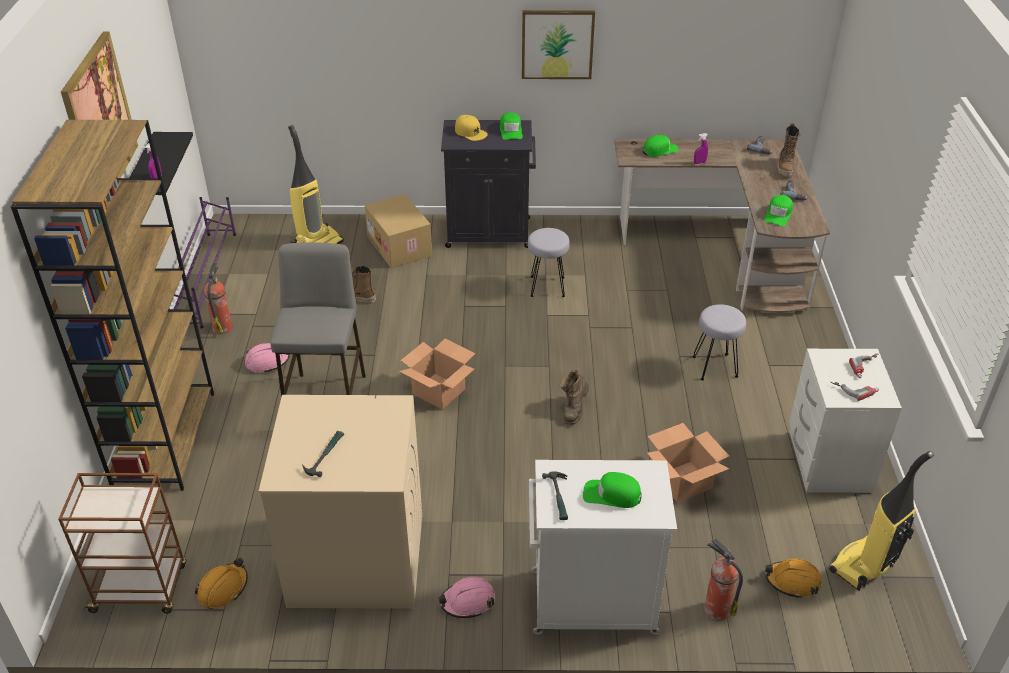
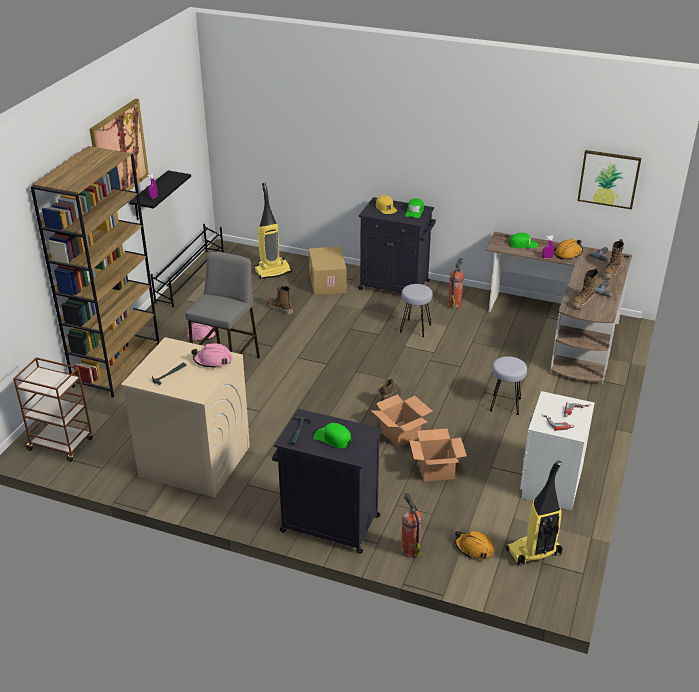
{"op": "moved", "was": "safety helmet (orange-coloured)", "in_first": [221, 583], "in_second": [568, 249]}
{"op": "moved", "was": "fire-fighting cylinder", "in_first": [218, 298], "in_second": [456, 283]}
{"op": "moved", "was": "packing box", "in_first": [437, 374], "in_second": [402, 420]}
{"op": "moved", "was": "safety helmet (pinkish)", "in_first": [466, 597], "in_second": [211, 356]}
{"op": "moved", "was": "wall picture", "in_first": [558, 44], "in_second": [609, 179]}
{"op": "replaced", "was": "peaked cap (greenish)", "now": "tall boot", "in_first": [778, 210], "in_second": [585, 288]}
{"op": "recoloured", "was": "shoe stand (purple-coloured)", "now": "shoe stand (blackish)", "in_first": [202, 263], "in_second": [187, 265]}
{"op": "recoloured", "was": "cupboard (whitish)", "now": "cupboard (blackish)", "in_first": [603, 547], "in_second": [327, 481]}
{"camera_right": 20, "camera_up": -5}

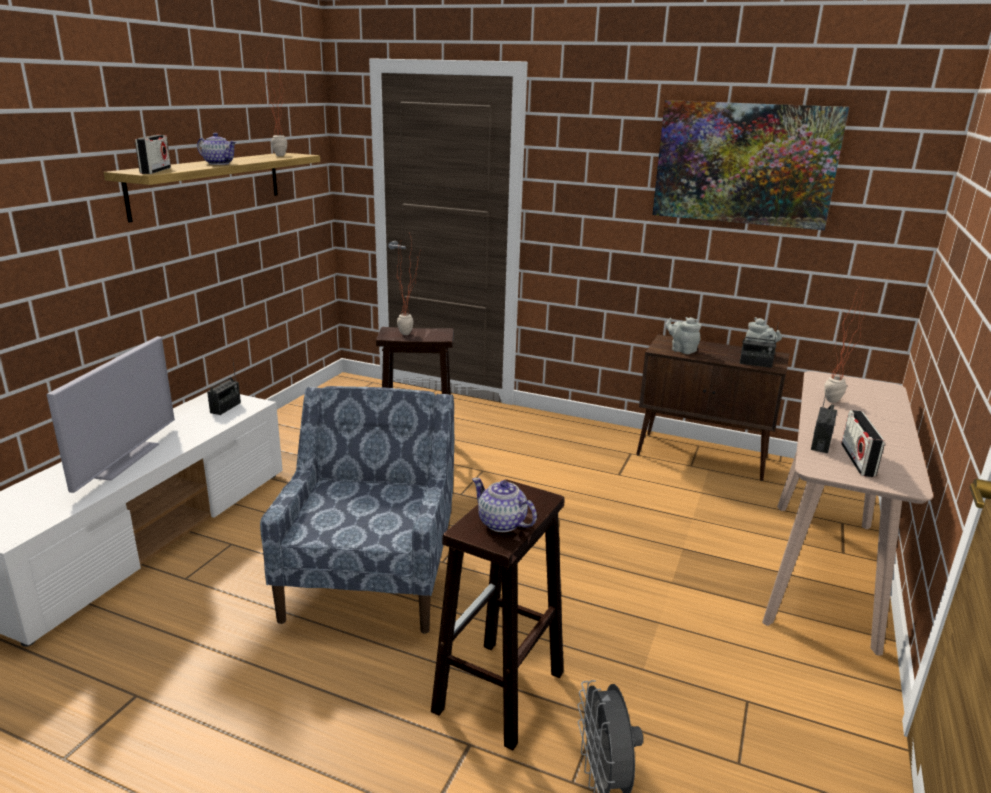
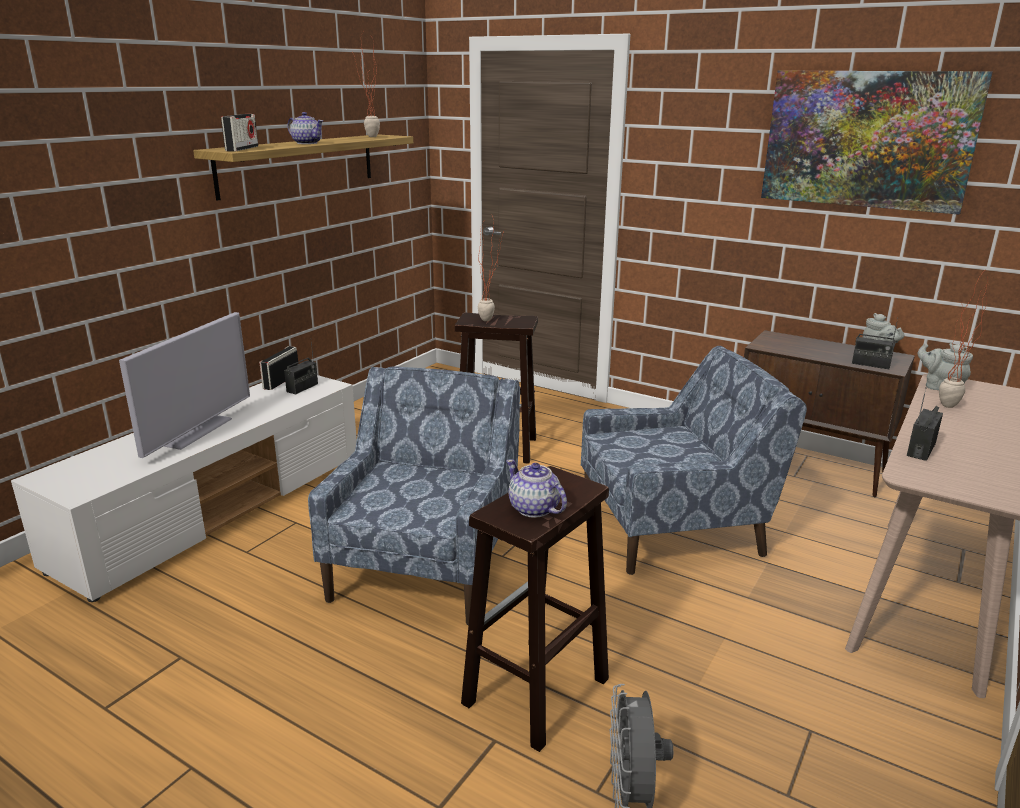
{"op": "added", "now": "armchair (bluish)", "in_second": [694, 460]}
{"op": "moved", "was": "teapot (greyish)", "in_first": [683, 335], "in_second": [945, 366]}
{"op": "moved", "was": "radio", "in_first": [863, 443], "in_second": [278, 368]}
{"camera_right": 10, "camera_up": 0}

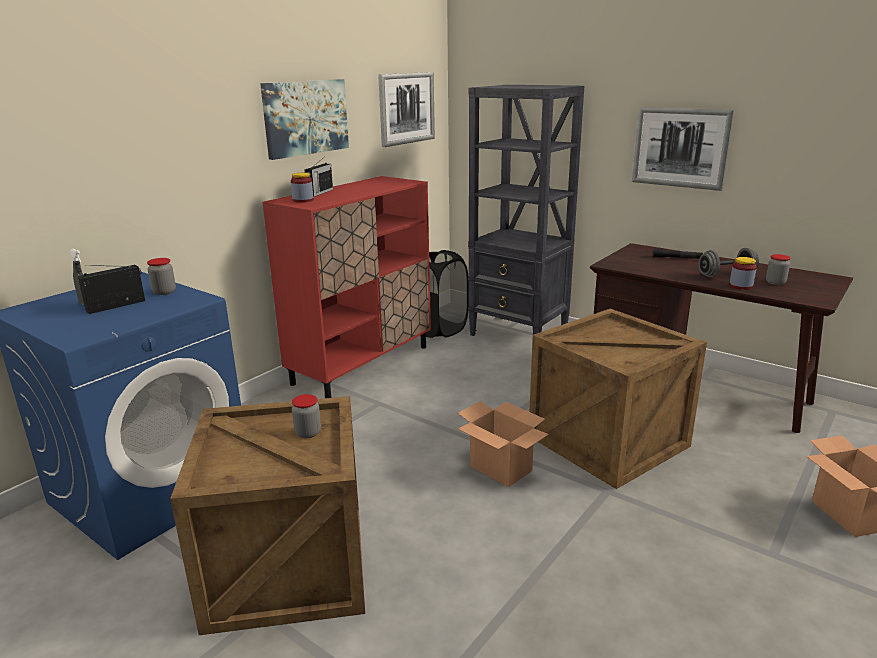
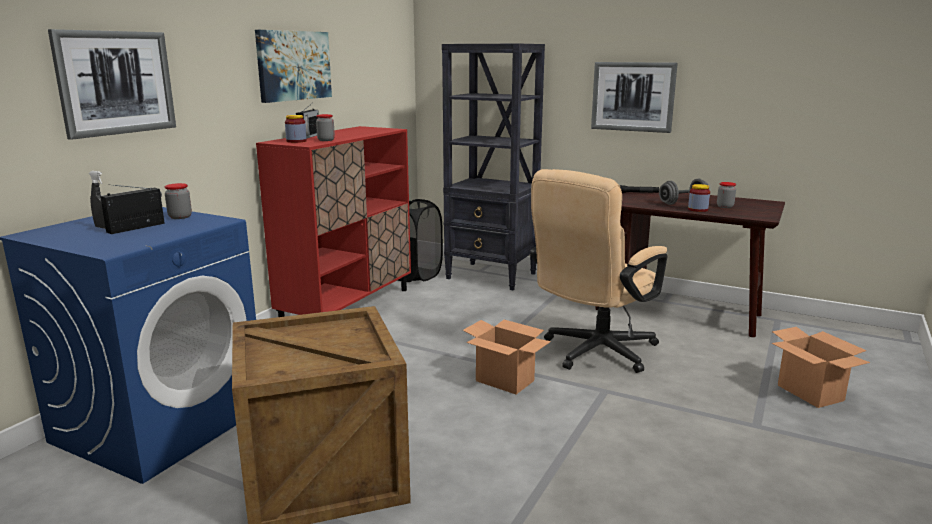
{"op": "moved", "was": "preserve jar", "in_first": [306, 416], "in_second": [325, 127]}
{"op": "moved", "was": "wall picture", "in_first": [406, 109], "in_second": [112, 84]}
{"op": "replaced", "was": "packing crate", "now": "office chair (sand-coloured)", "in_first": [618, 399], "in_second": [598, 271]}
{"camera_right": -10, "camera_up": -5}

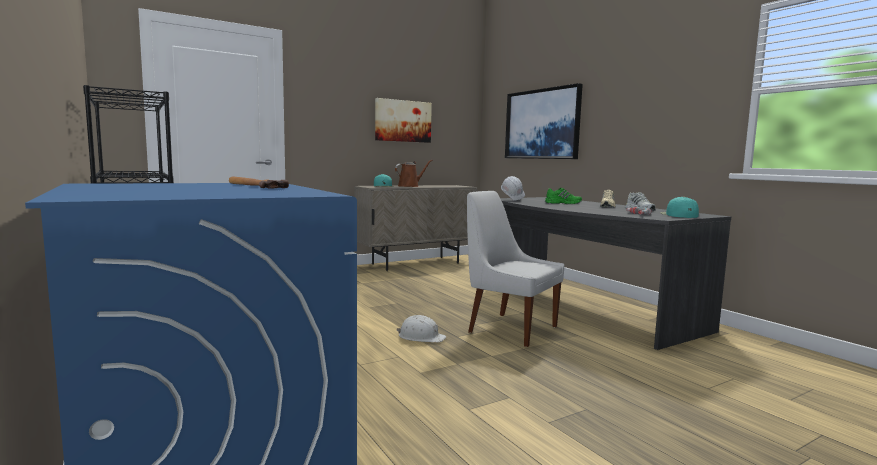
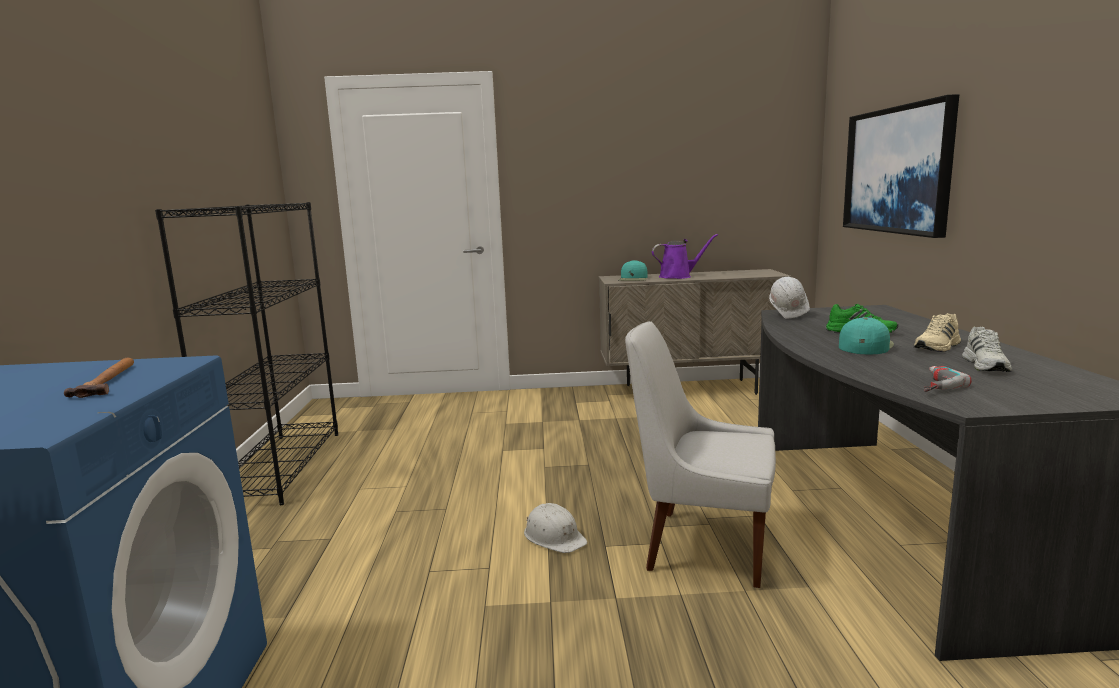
{"op": "removed", "was": "wall picture", "in_first": [403, 120]}
{"op": "moved", "was": "peaked cap (turquoise)", "in_first": [679, 207], "in_second": [866, 335]}
{"op": "recoloured", "was": "watering pot (brownish)", "now": "watering pot (purple-coloured)", "in_first": [413, 173], "in_second": [685, 256]}
{"op": "turned", "was": "chair (whitish)", "in_first": [516, 269], "in_second": [700, 454], "clockwise": -45}
{"camera_right": 30, "camera_up": 5}

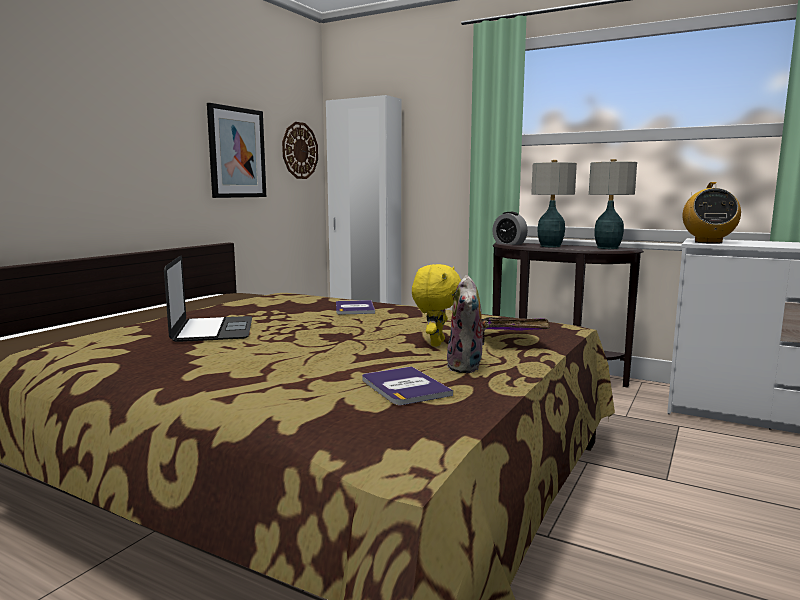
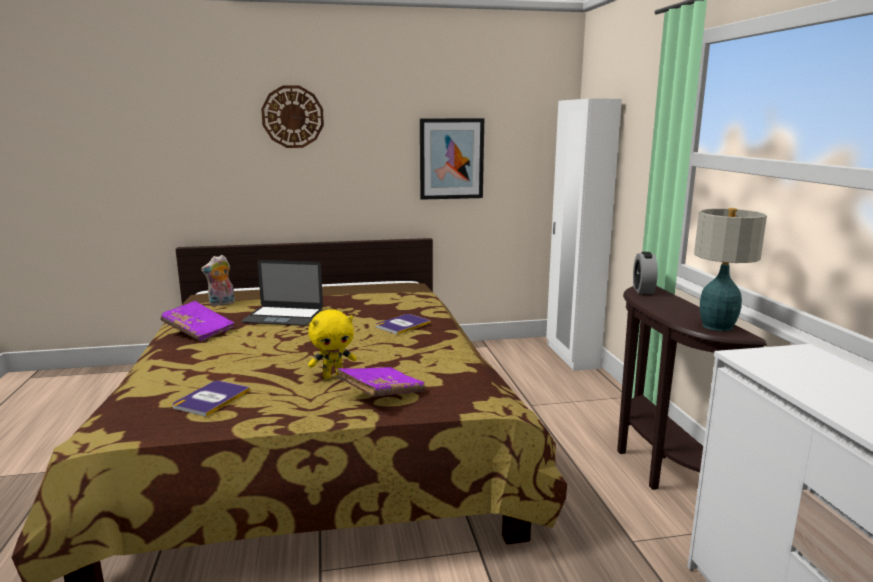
{"op": "removed", "was": "lamp for a table", "in_first": [554, 203]}
{"op": "removed", "was": "radio", "in_first": [711, 213]}
{"op": "added", "now": "bound book (purple-coloured)", "in_second": [197, 321]}
{"op": "moved", "was": "wall clock", "in_first": [300, 150], "in_second": [292, 116]}
{"op": "moved", "was": "plush toy", "in_first": [468, 324], "in_second": [218, 280]}
{"op": "turned", "was": "notebook computer", "in_first": [208, 298], "in_second": [282, 293], "clockwise": 60}
{"camera_right": 50, "camera_up": 5}

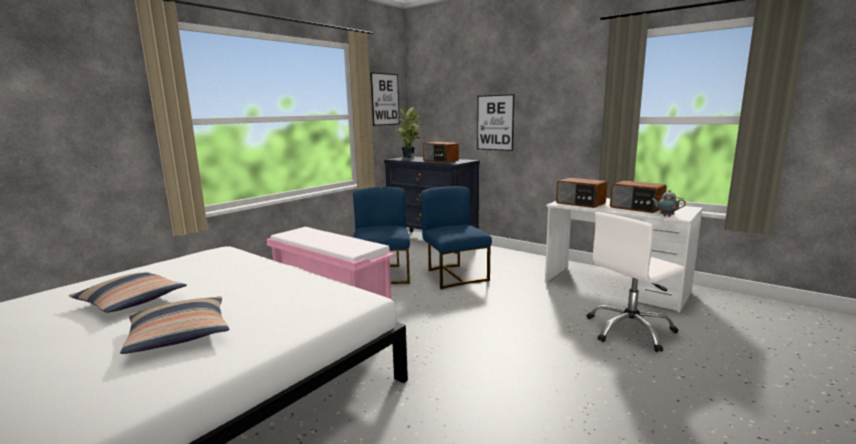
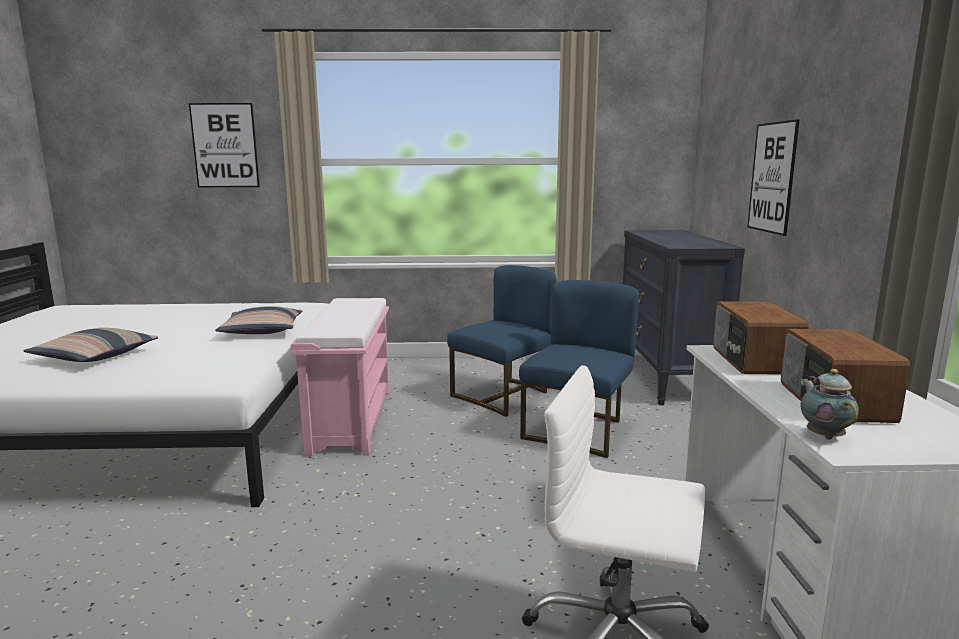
{"op": "removed", "was": "plant in a pot", "in_first": [409, 133]}
{"op": "removed", "was": "radio", "in_first": [441, 152]}
{"op": "moved", "was": "throw pillow", "in_first": [128, 292], "in_second": [259, 320]}
{"op": "moved", "was": "wall picture", "in_first": [385, 99], "in_second": [224, 145]}
{"camera_right": 50, "camera_up": 0}

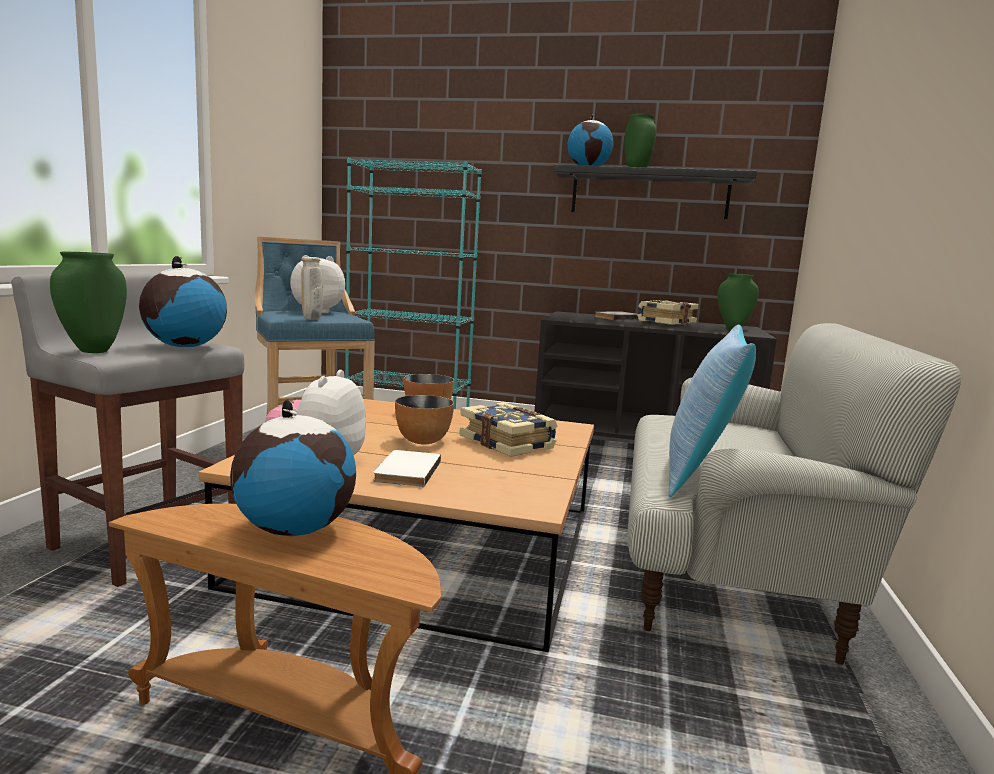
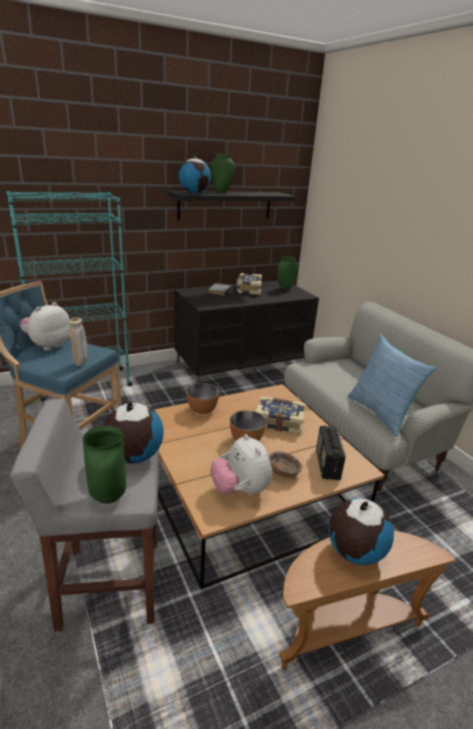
{"op": "added", "now": "radio", "in_second": [331, 453]}
{"op": "replaced", "was": "bound book (whitish)", "now": "bowl (brownish)", "in_first": [407, 468], "in_second": [285, 465]}
{"camera_right": -40, "camera_up": 15}

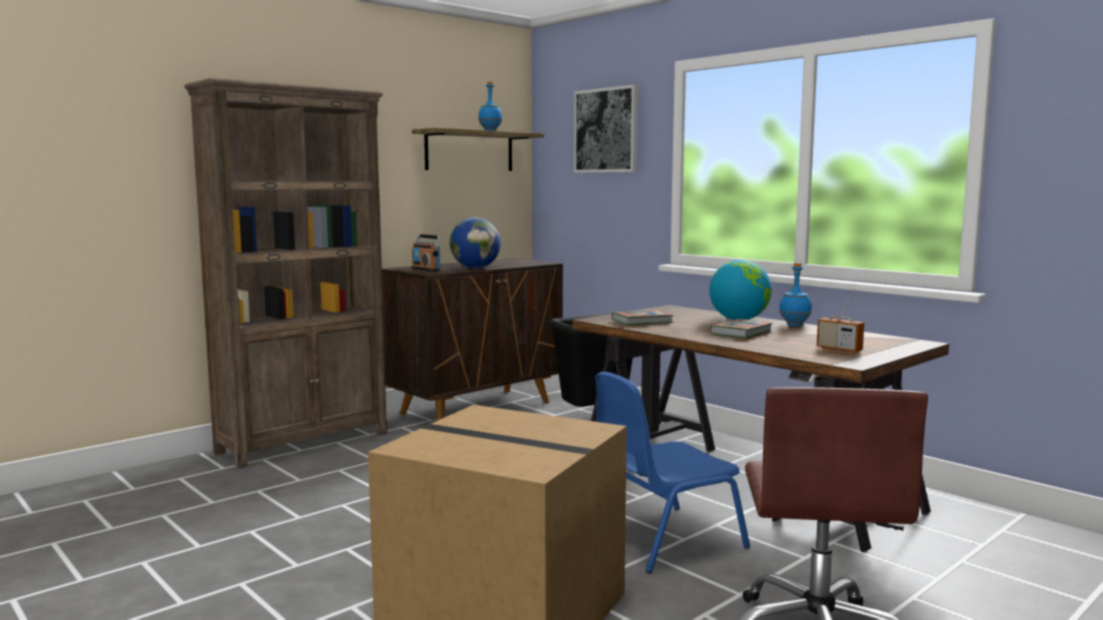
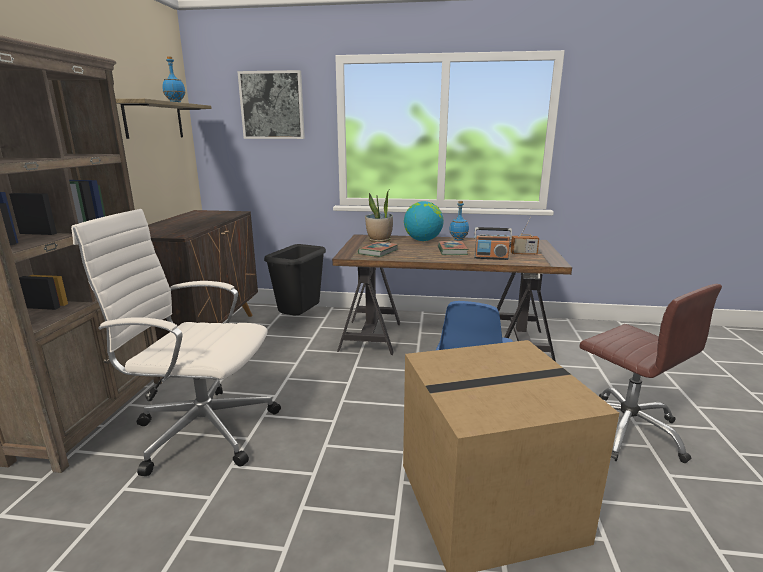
{"op": "removed", "was": "desk globe", "in_first": [475, 243]}
{"op": "added", "now": "office chair (whitish)", "in_second": [176, 342]}
{"op": "added", "now": "plant in a pot", "in_second": [379, 216]}
{"op": "moved", "was": "radio", "in_first": [427, 252], "in_second": [493, 243]}
{"camera_right": -40, "camera_up": 10}

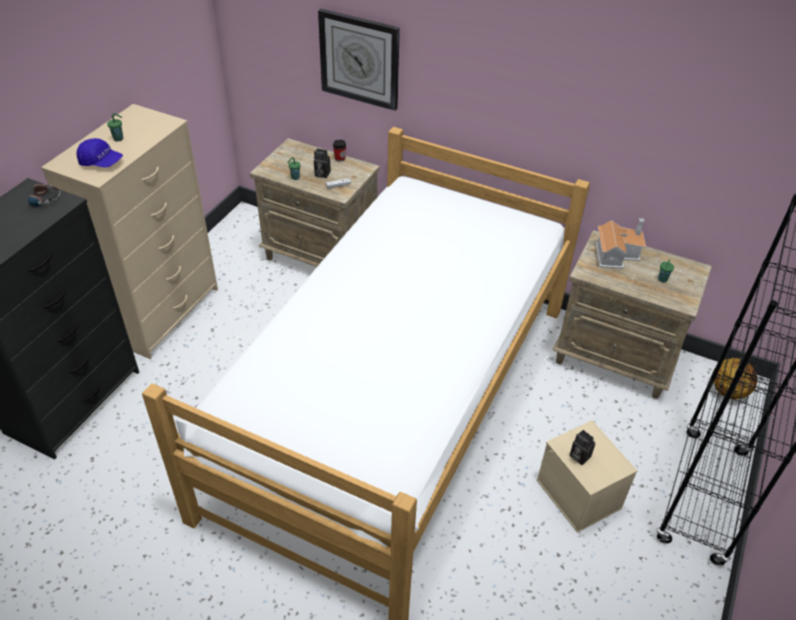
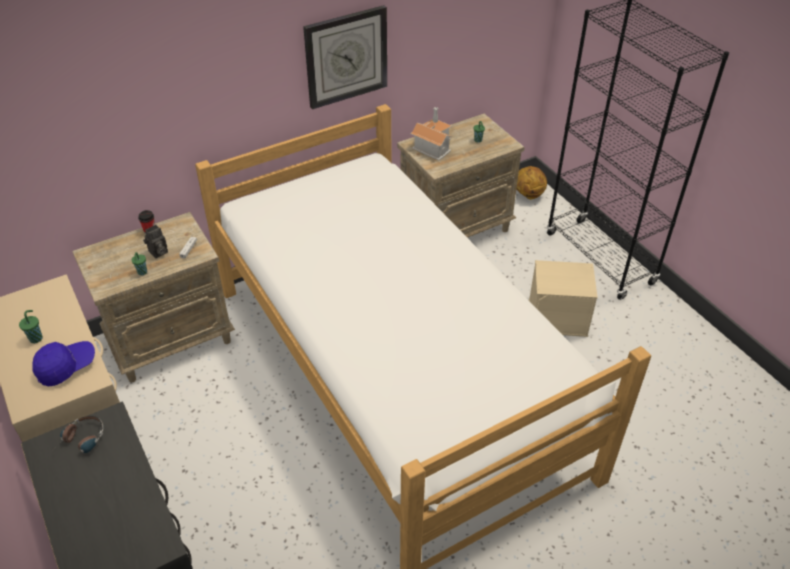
{"op": "removed", "was": "photo camera", "in_first": [582, 447]}
{"op": "moved", "was": "wall clock", "in_first": [359, 60], "in_second": [345, 57]}
{"camera_right": -55, "camera_up": 0}

